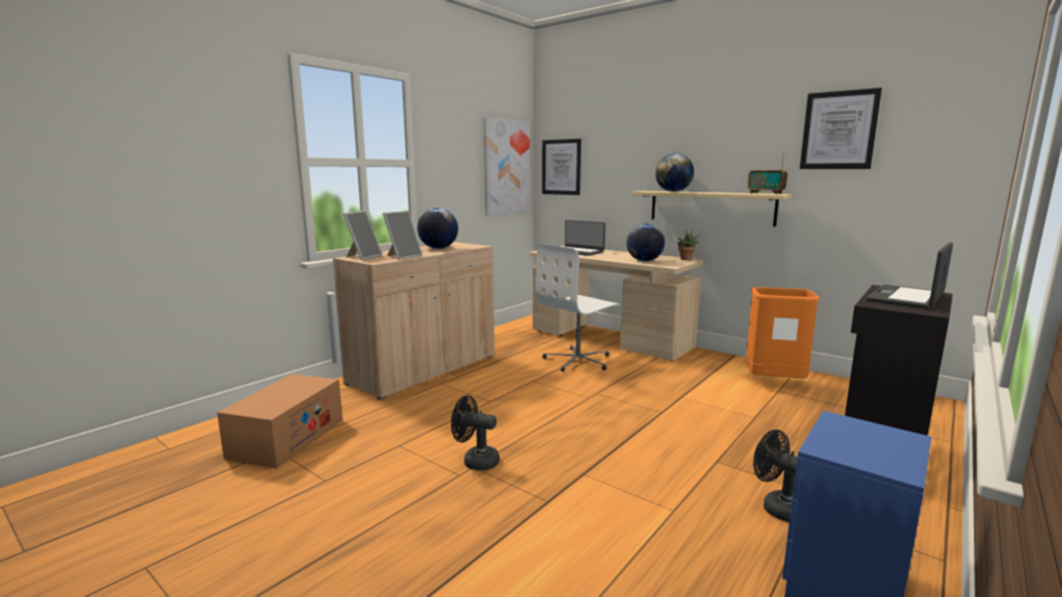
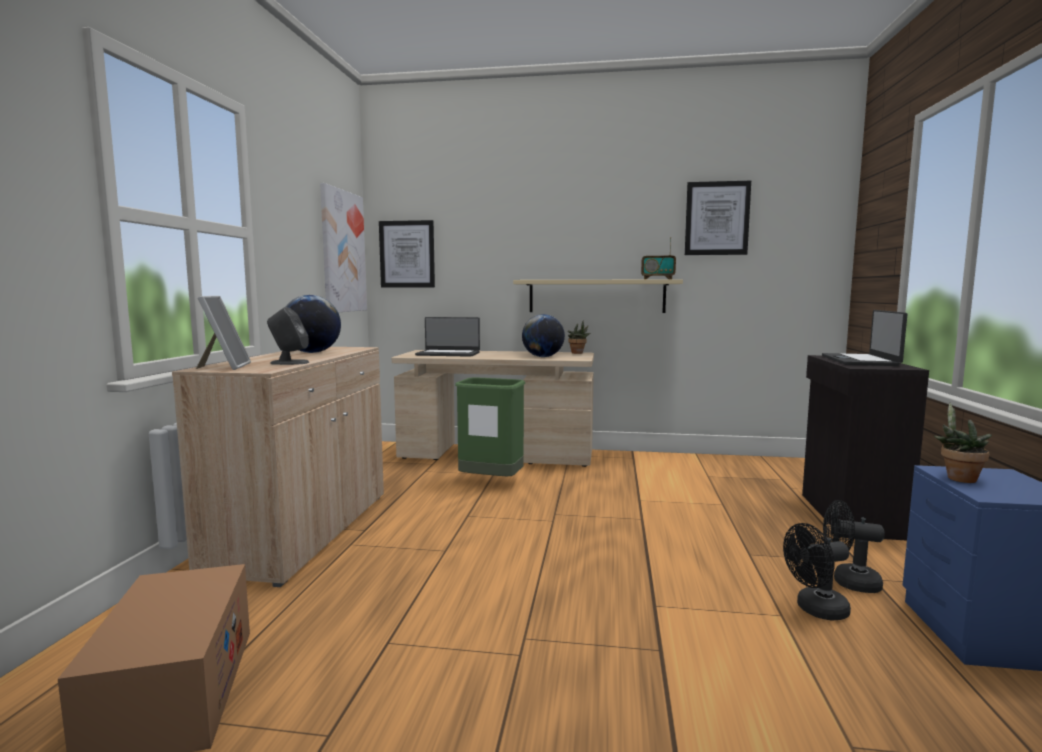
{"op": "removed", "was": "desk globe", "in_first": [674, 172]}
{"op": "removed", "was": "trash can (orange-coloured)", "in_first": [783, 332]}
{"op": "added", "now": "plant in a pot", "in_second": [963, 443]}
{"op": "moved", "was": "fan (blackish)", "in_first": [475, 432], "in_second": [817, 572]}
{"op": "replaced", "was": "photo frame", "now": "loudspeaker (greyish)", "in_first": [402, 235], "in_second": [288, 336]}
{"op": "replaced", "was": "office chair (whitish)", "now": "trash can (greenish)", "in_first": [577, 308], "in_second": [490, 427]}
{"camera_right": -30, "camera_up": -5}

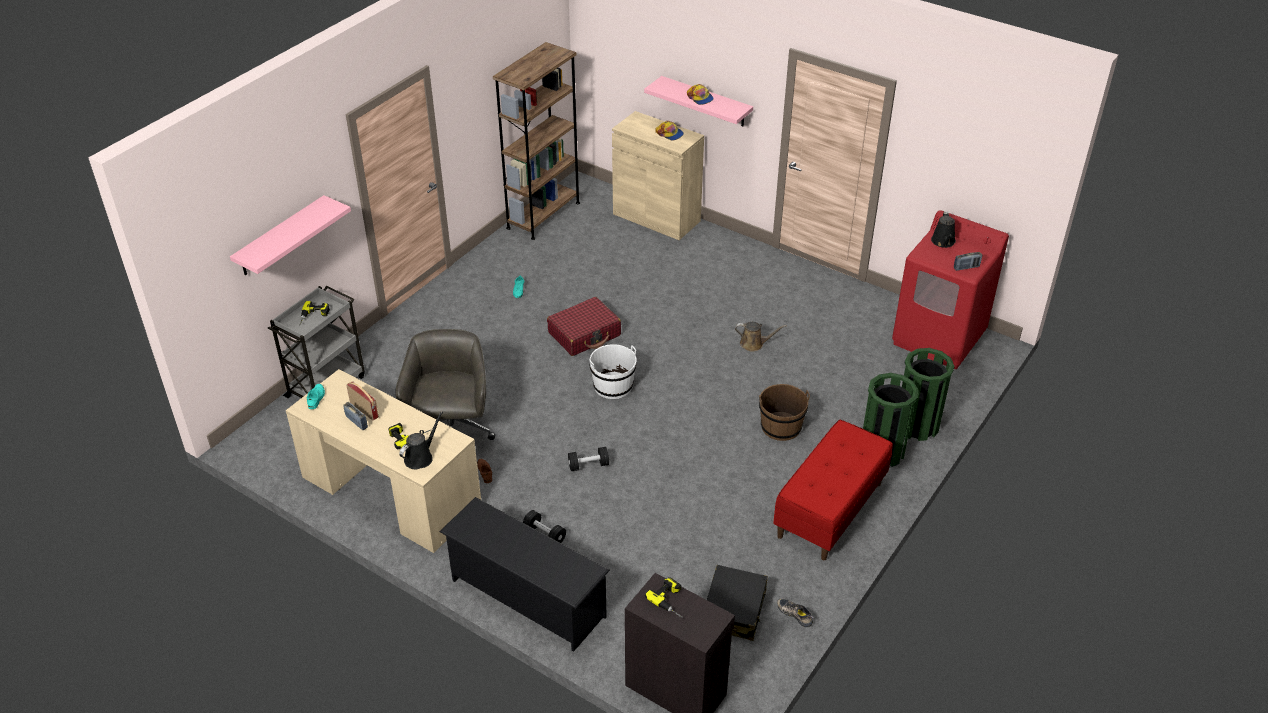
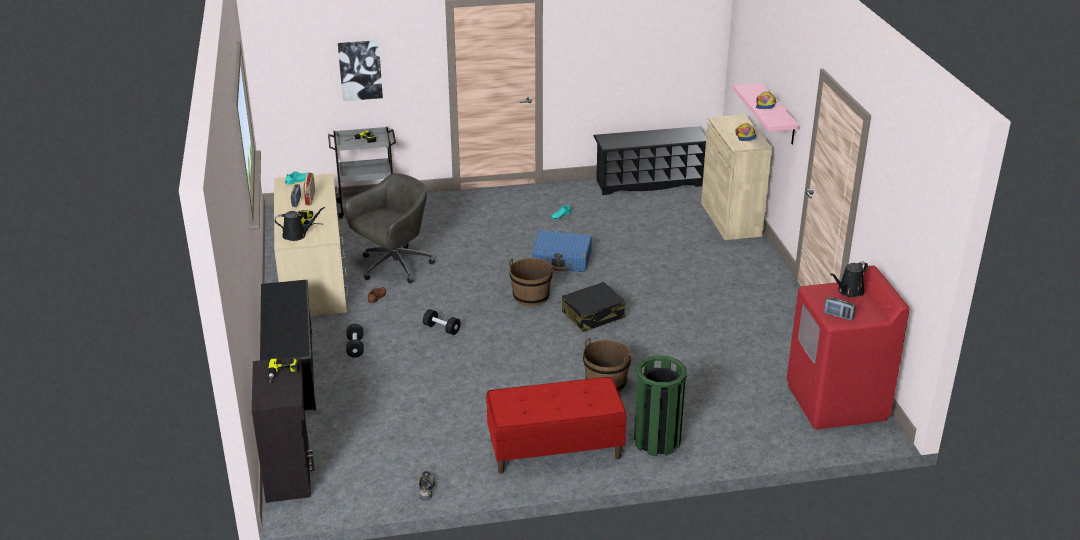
{"op": "removed", "was": "watering pot (brownish)", "in_first": [761, 337]}
{"op": "removed", "was": "trash can (greenish)", "in_first": [928, 394]}
{"op": "moved", "was": "suitcase (blackish)", "in_first": [737, 603], "in_second": [594, 307]}
{"op": "replaced", "was": "shelf (pinkish)", "now": "wall picture", "in_first": [290, 235], "in_second": [360, 70]}
{"op": "replaced", "was": "bookcase (brownish)", "now": "shoe stand (blackish)", "in_first": [536, 141], "in_second": [650, 160]}
{"op": "recoloured", "was": "suitcase (red)", "now": "suitcase (bluish)", "in_first": [584, 326], "in_second": [562, 251]}
{"op": "recoloured", "was": "water bucket (whitish)", "now": "water bucket (brownish)", "in_first": [613, 371], "in_second": [531, 282]}
{"camera_right": 45, "camera_up": -10}

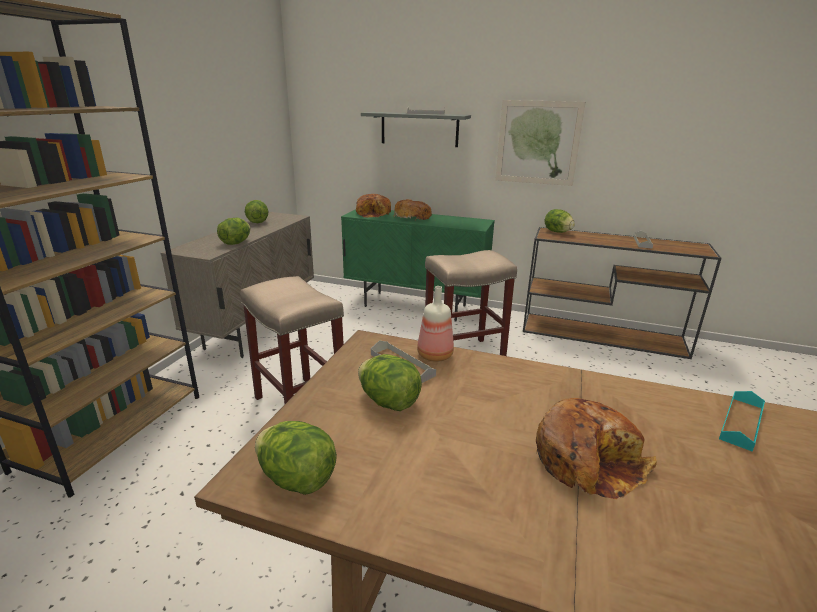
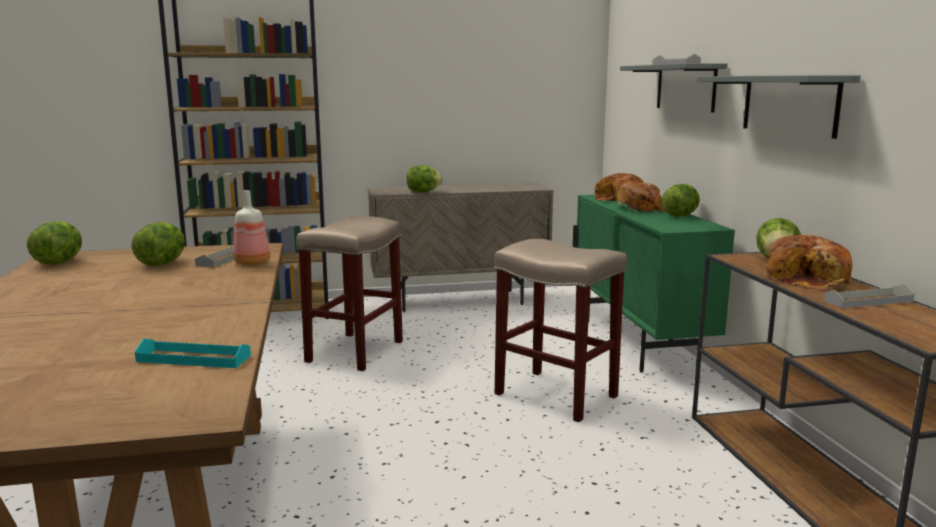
{"op": "moved", "was": "lettuce head", "in_first": [256, 211], "in_second": [681, 200]}
{"op": "moved", "was": "bread", "in_first": [596, 449], "in_second": [809, 261]}
{"op": "replaced", "was": "wall picture", "now": "shelf (greyish)", "in_first": [540, 143], "in_second": [779, 107]}
{"camera_right": 60, "camera_up": -10}

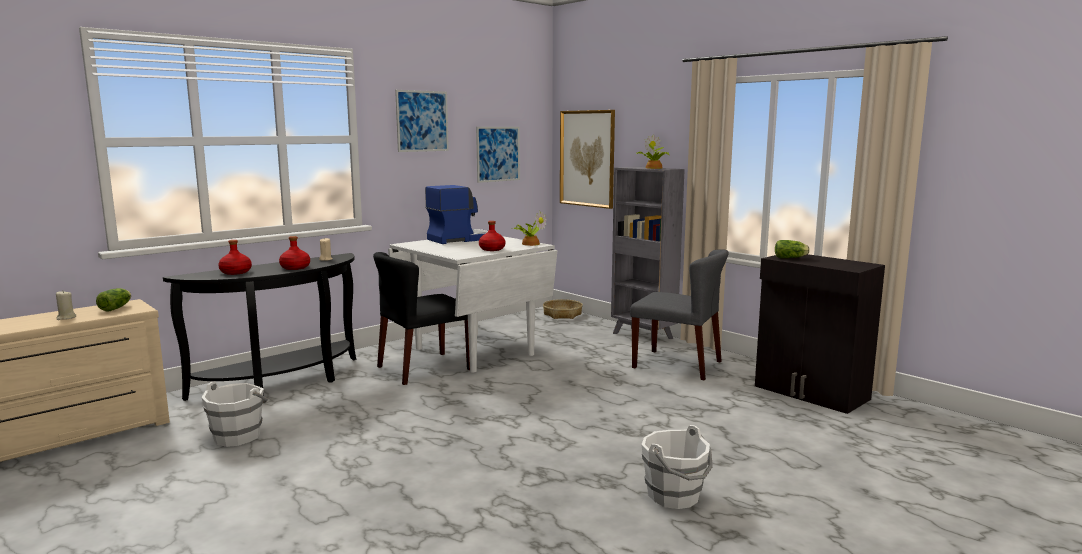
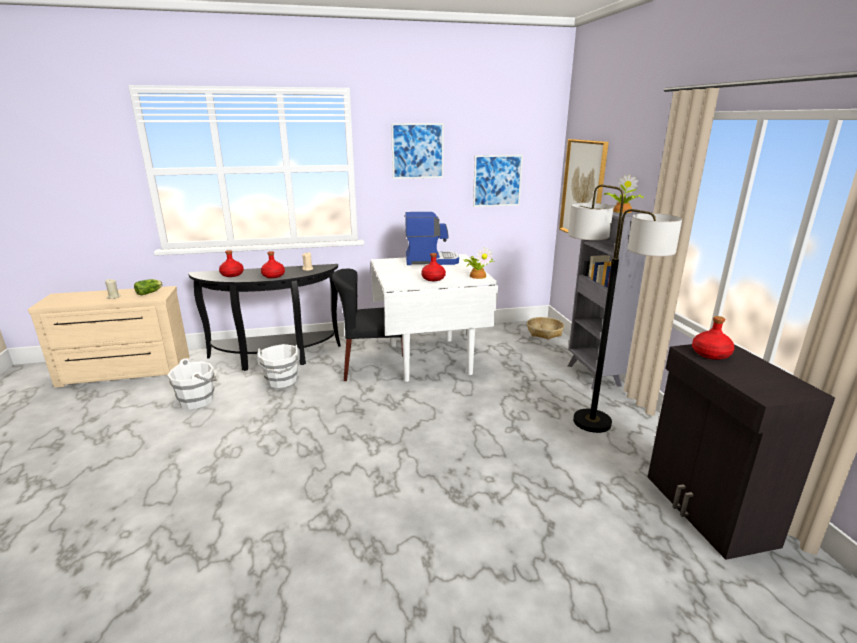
{"op": "moved", "was": "water bucket (whitish)", "in_first": [677, 467], "in_second": [278, 366]}
{"op": "replaced", "was": "chair (greyish)", "now": "floor lamp", "in_first": [679, 314], "in_second": [625, 309]}
{"op": "replaced", "was": "lettuce head", "now": "beverage bottle (red)", "in_first": [792, 249], "in_second": [713, 338]}
{"camera_right": 30, "camera_up": 10}

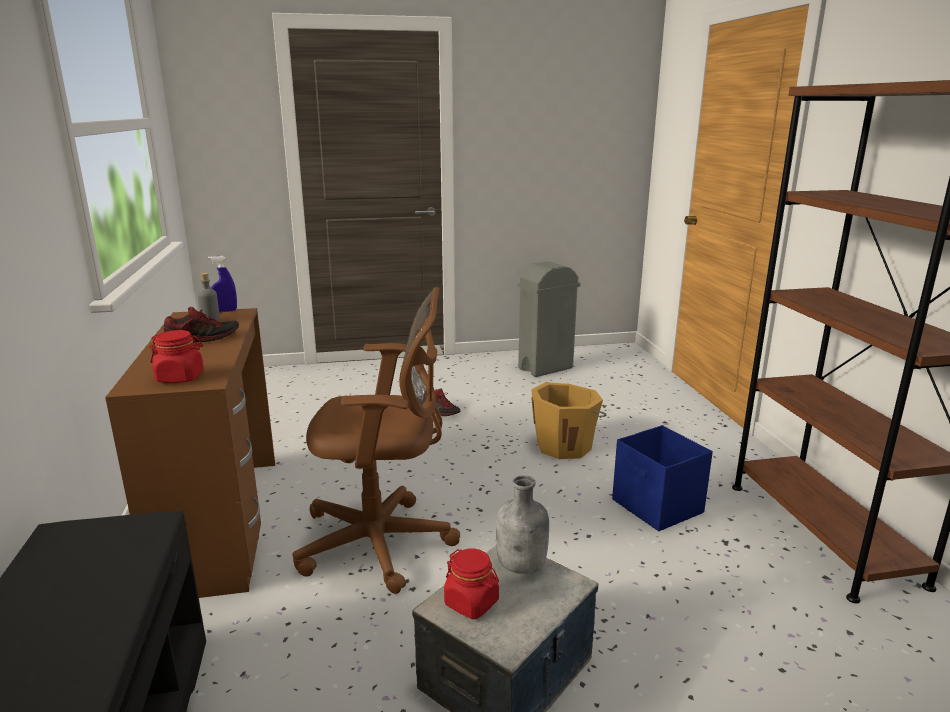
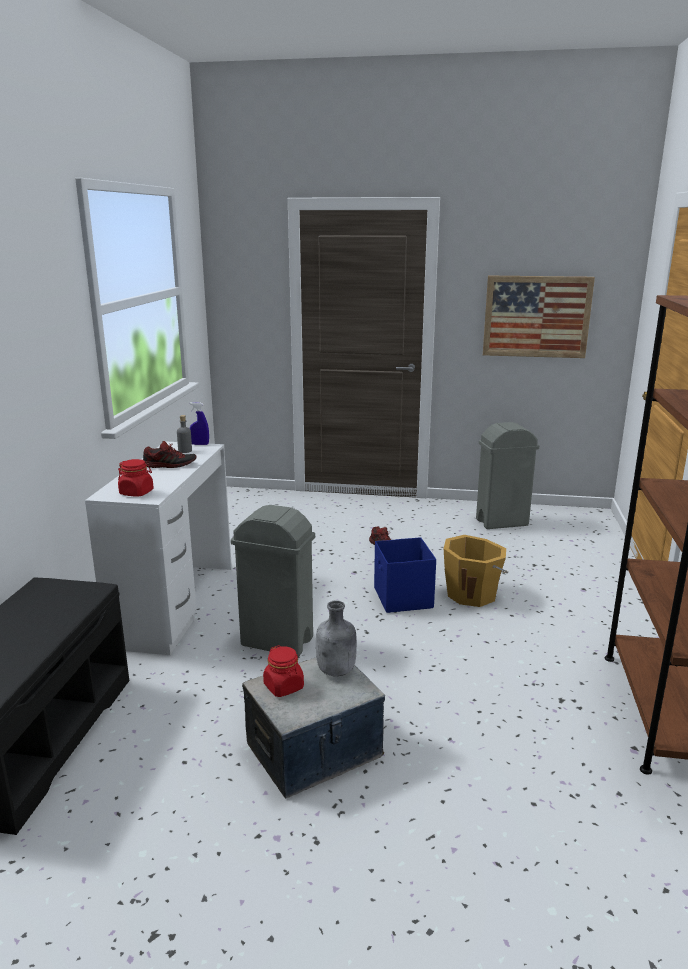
{"op": "added", "now": "wall picture", "in_second": [539, 317]}
{"op": "moved", "was": "storage bin (bluish)", "in_first": [662, 478], "in_second": [405, 575]}
{"op": "replaced", "was": "office chair (brownish)", "now": "trash can (greyish)", "in_first": [376, 440], "in_second": [273, 581]}
{"op": "recoloured", "was": "desk unit (brownish)", "now": "desk unit (whitish)", "in_first": [190, 453], "in_second": [158, 548]}
{"camera_right": 20, "camera_up": 0}

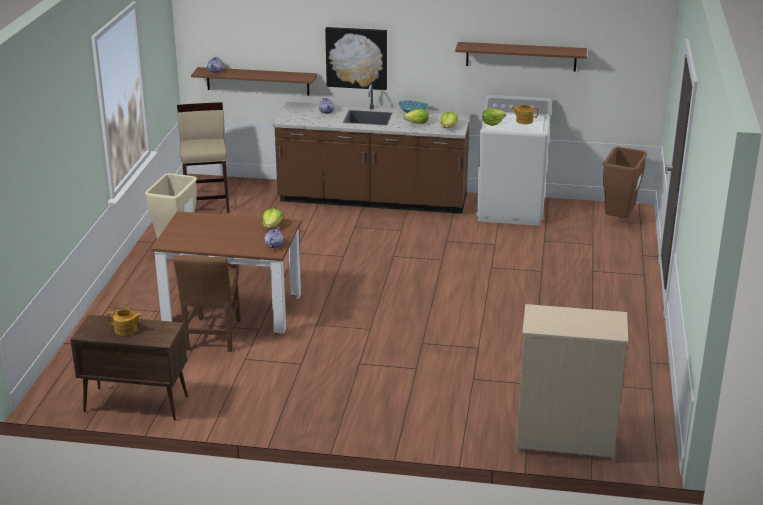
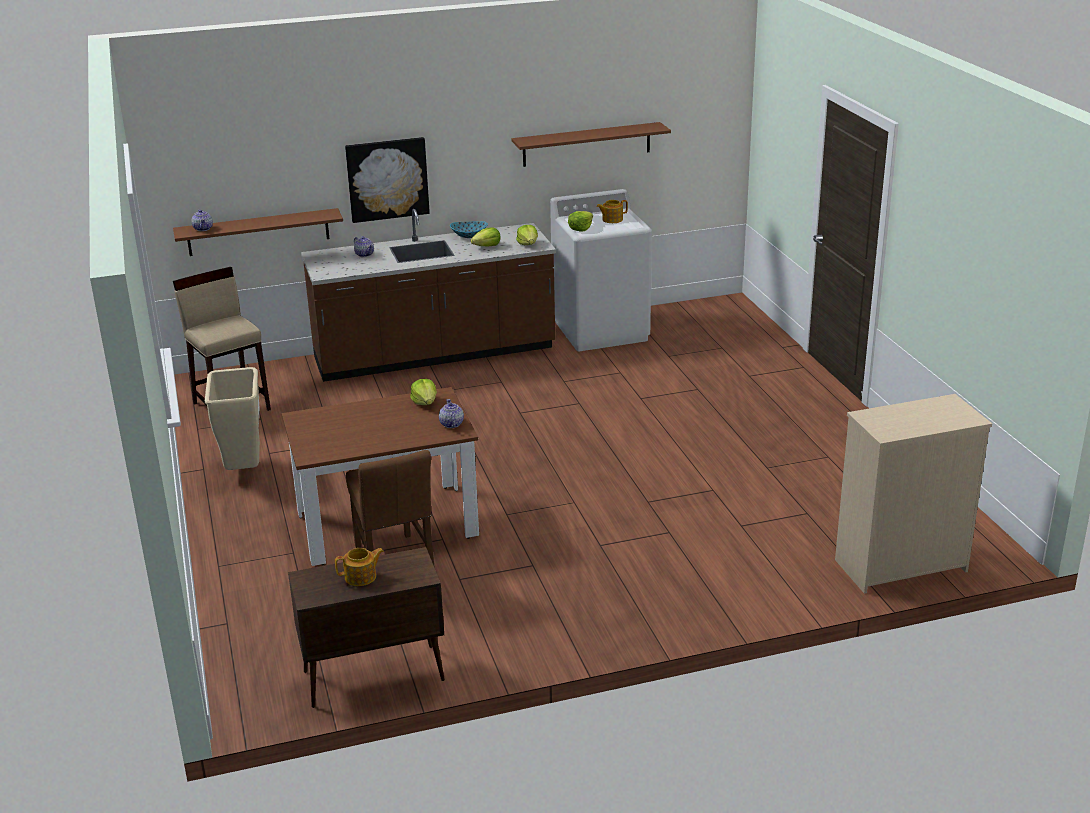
{"op": "removed", "was": "trash can (brownish)", "in_first": [625, 182]}
{"camera_right": -25, "camera_up": 0}

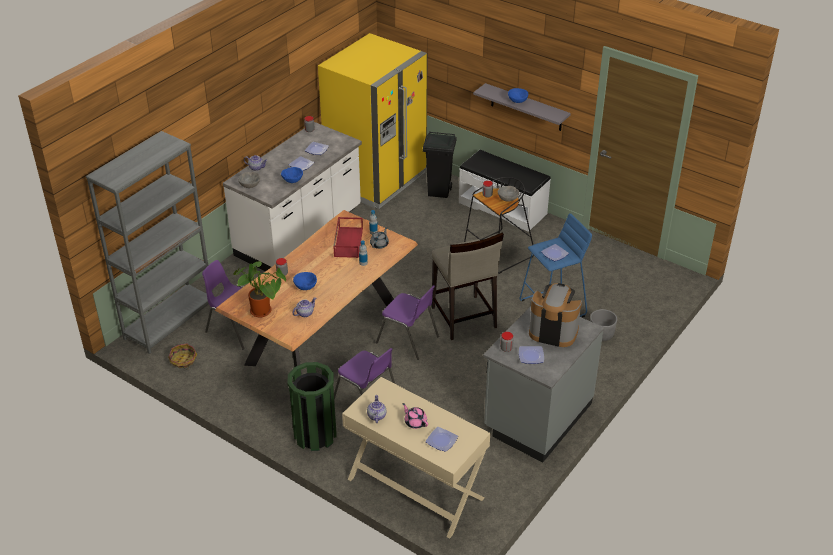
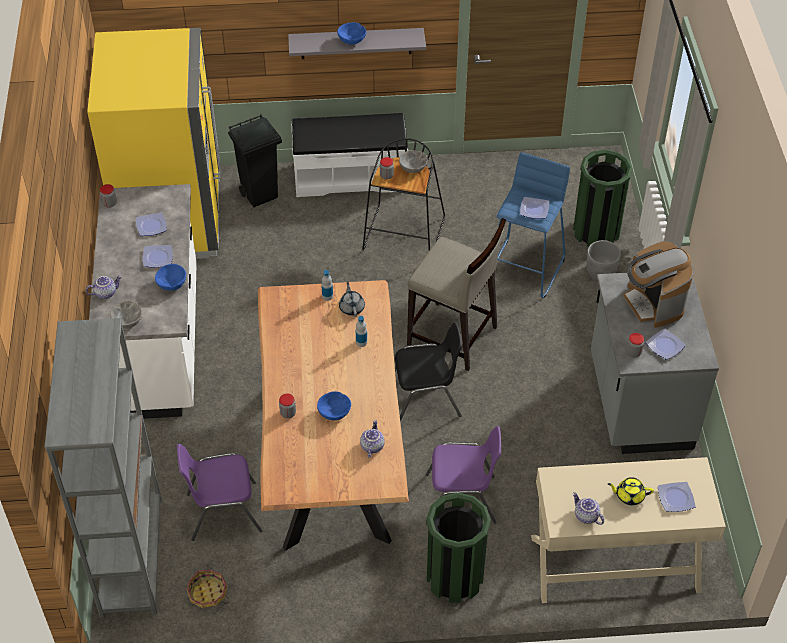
{"op": "removed", "was": "plant in a pot", "in_first": [259, 289]}
{"op": "removed", "was": "serving tray (red)", "in_first": [348, 237]}
{"op": "added", "now": "trash can (greenish)", "in_second": [603, 198]}
{"op": "recoloured", "was": "chair (purple-coloured)", "now": "chair (blackish)", "in_first": [407, 322], "in_second": [428, 372]}
{"op": "recoloured", "was": "teapot (pinkish)", "now": "teapot (yellow-coloured)", "in_first": [415, 416], "in_second": [631, 491]}
{"op": "turned", "was": "coffee maker", "in_first": [555, 315], "in_second": [658, 284], "clockwise": -90}
{"camera_right": -40, "camera_up": 10}

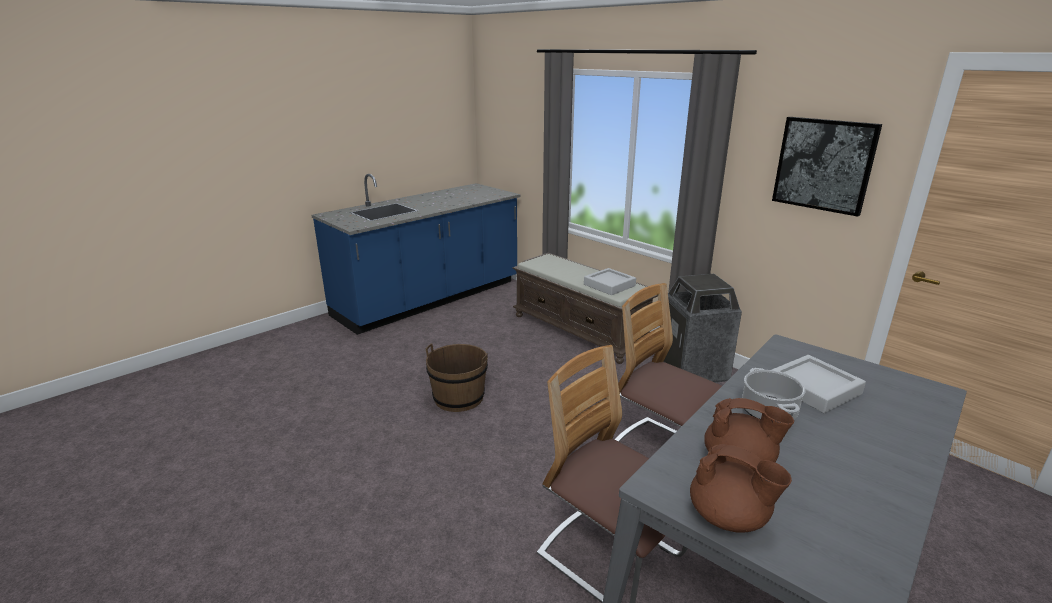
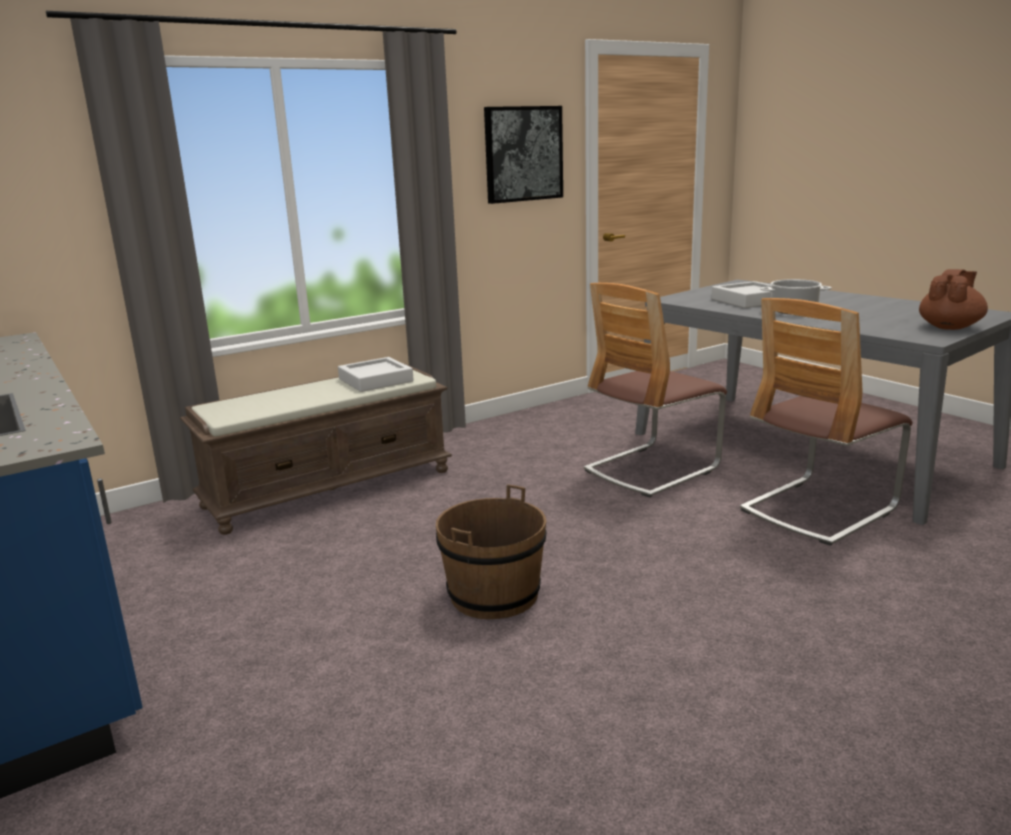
{"op": "removed", "was": "trash can", "in_first": [703, 328]}
{"op": "removed", "was": "teapot (brownish)", "in_first": [749, 434]}
{"camera_right": -80, "camera_up": -5}

